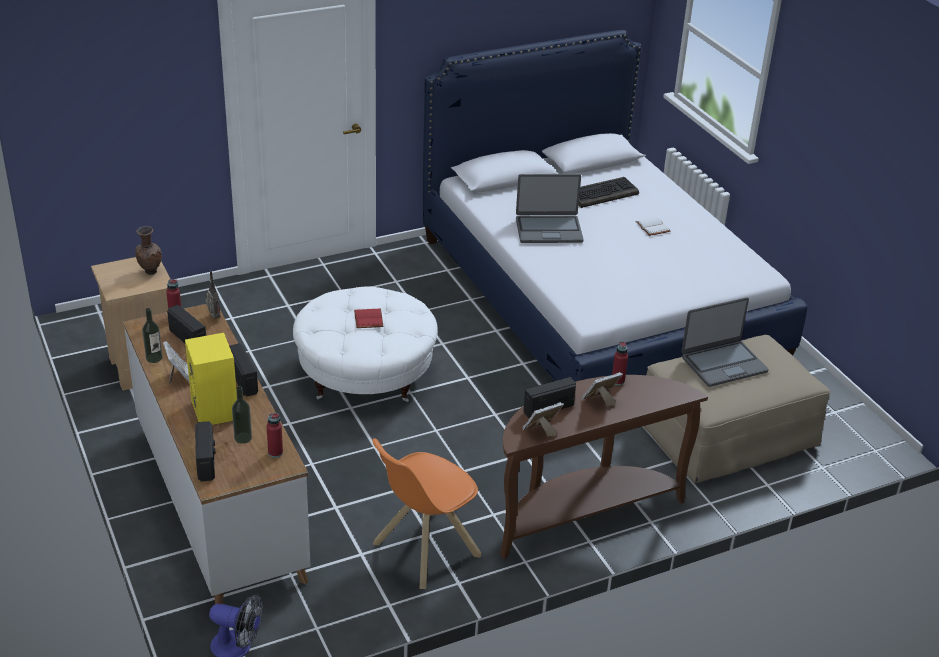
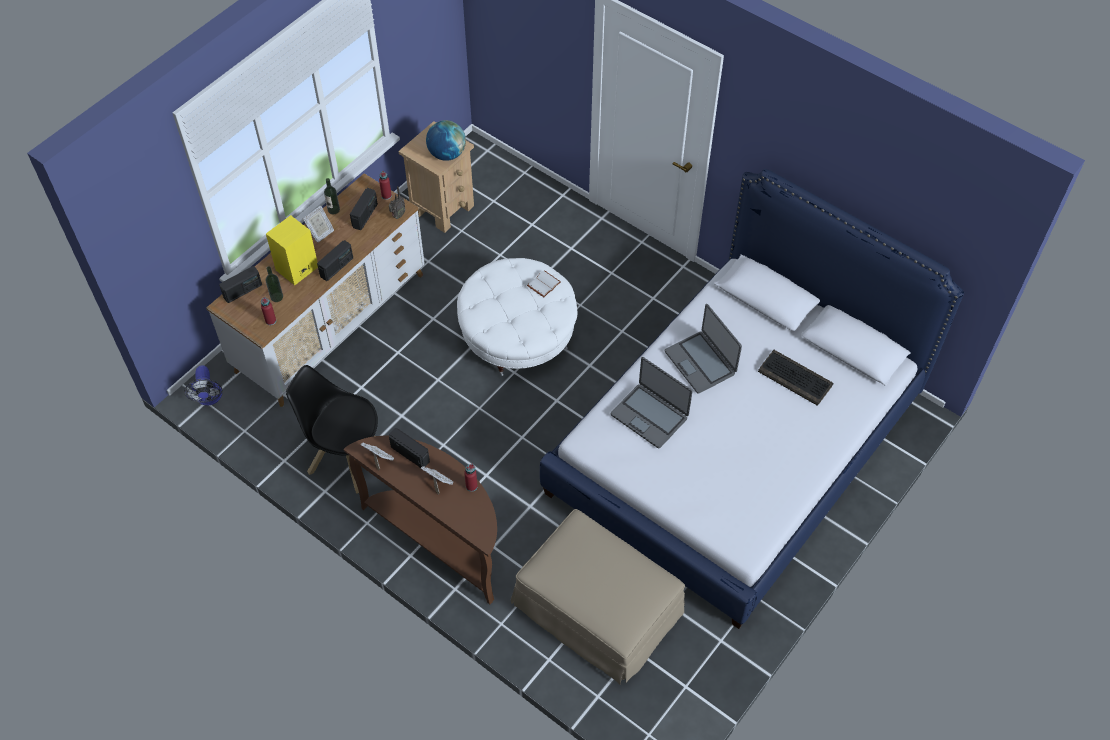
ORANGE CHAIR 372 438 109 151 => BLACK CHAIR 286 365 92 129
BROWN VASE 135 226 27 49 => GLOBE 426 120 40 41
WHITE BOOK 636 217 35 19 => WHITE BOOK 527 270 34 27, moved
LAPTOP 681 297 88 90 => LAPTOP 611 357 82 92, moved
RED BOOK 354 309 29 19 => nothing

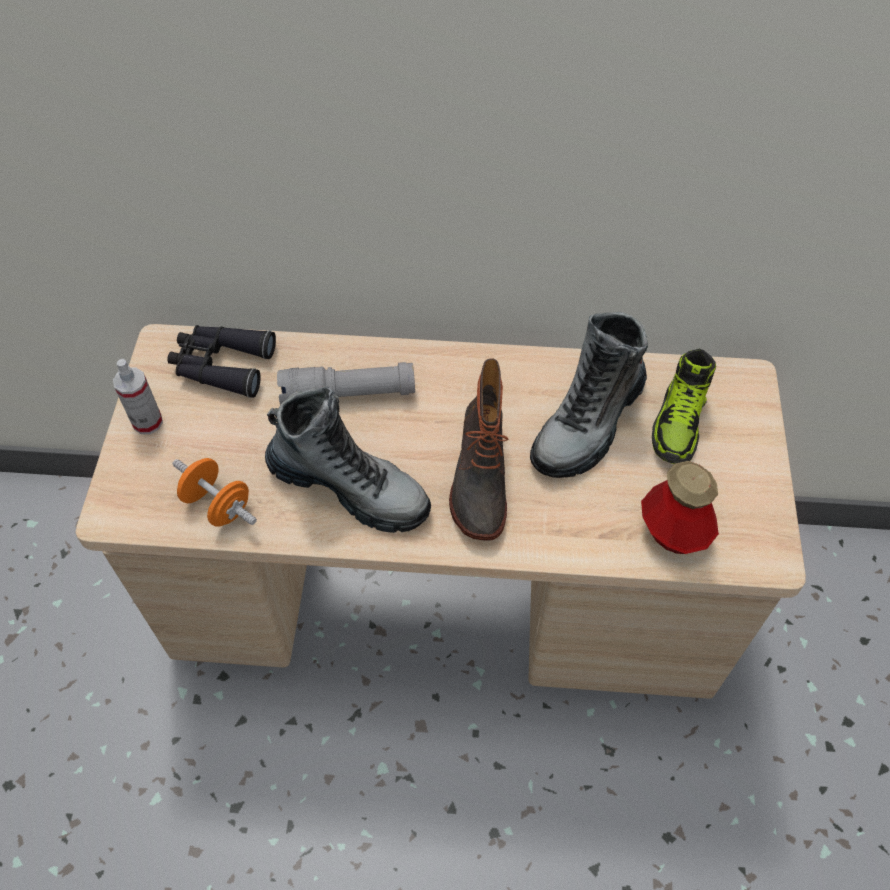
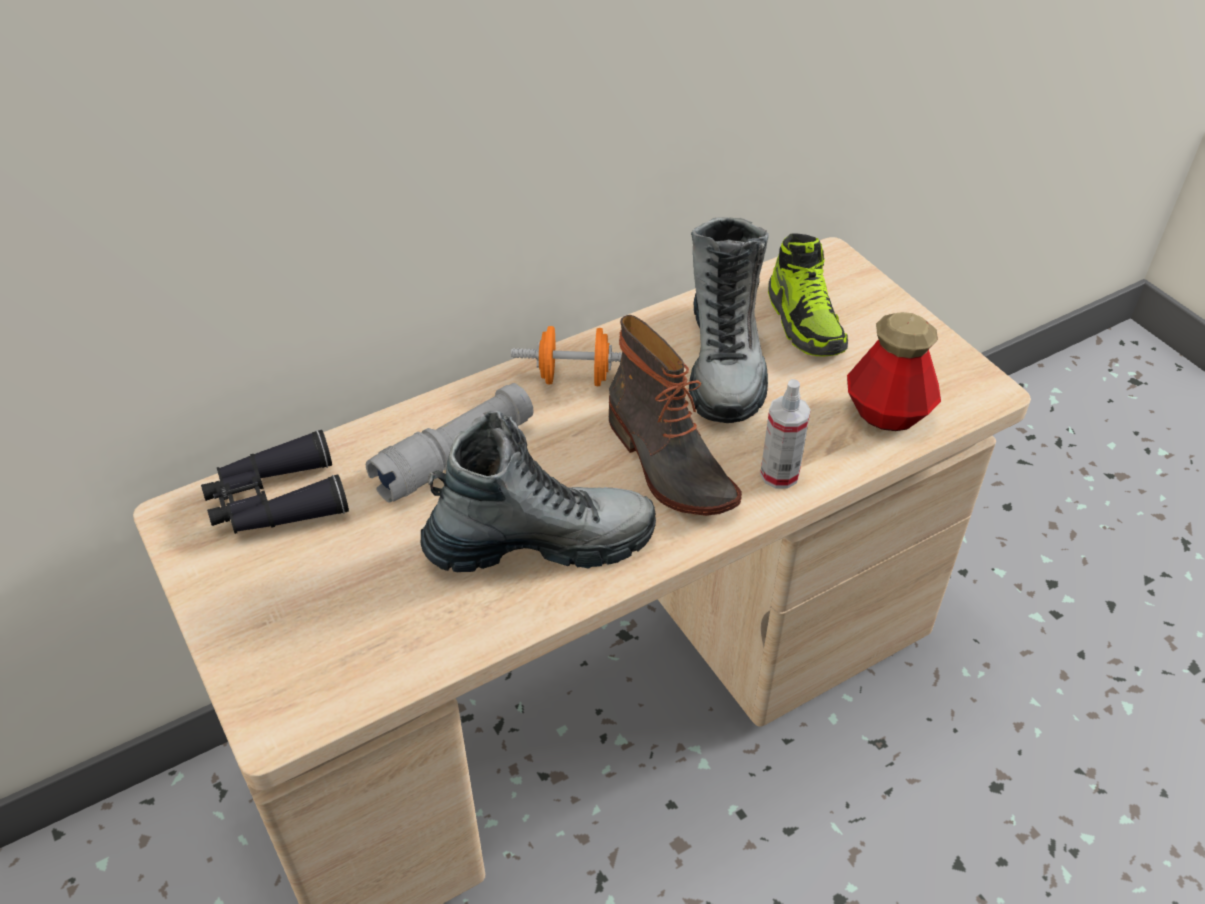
ORANGE DUMBBELL 172 458 85 69 => ORANGE DUMBBELL 511 326 111 60, moved
SPRAY BOTTLE 113 359 50 75 => SPRAY BOTTLE 760 379 51 110, moved

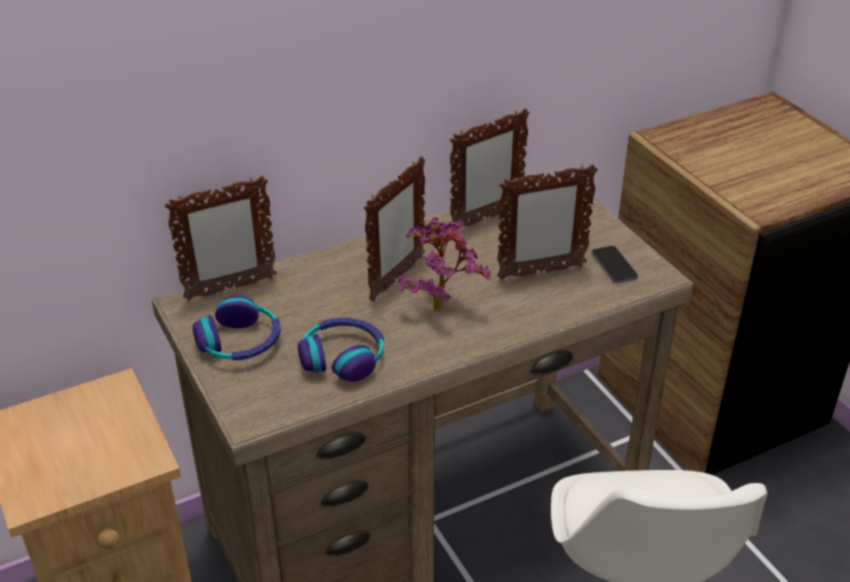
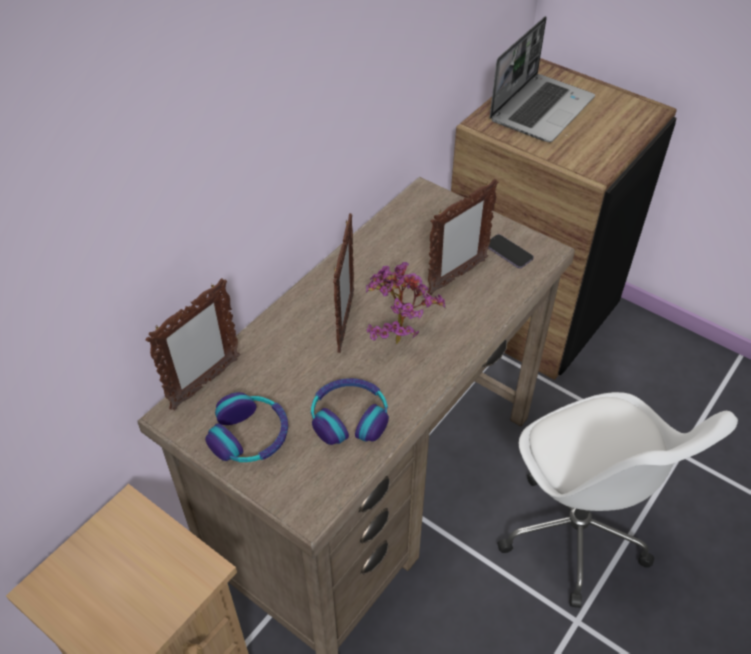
nothing => LAPTOP 490 16 105 126
PICTURE FRAME 450 108 80 118 => nothing

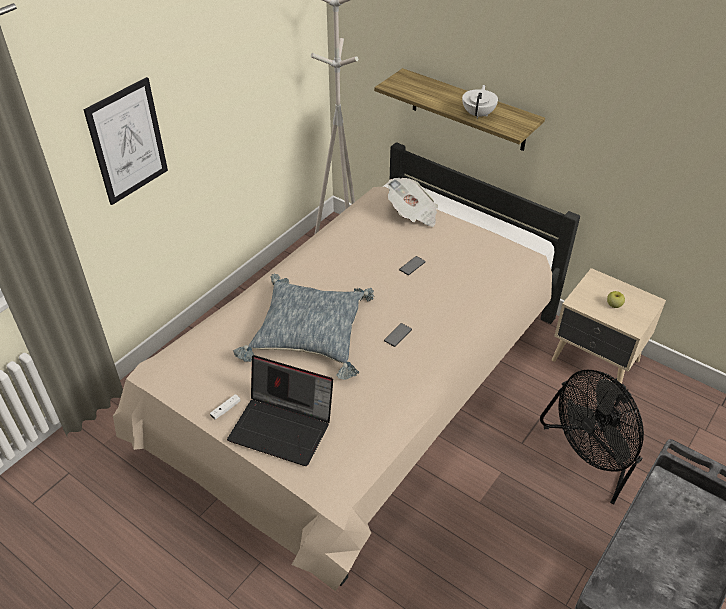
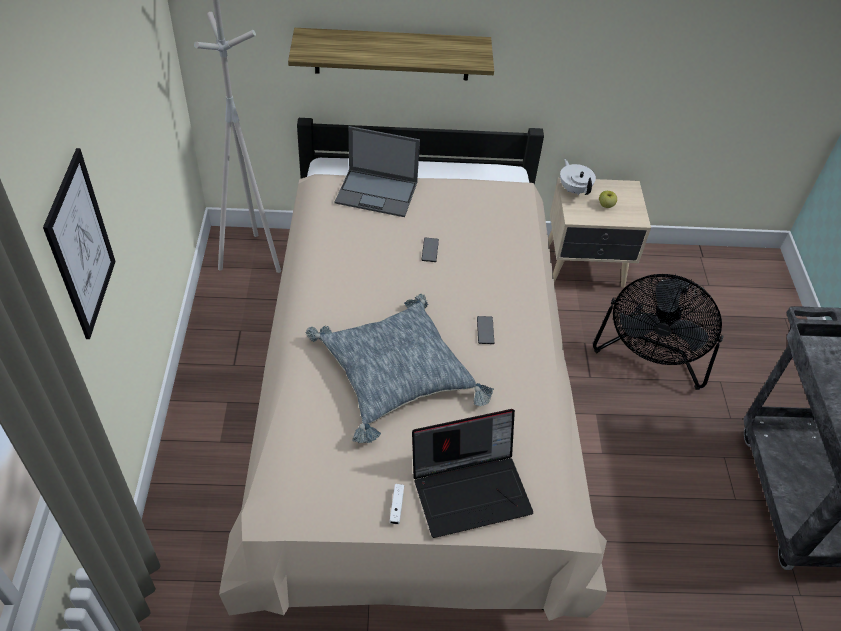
NEWSPAPER 388 178 50 49 => LAPTOP 335 126 85 91
WHITE TEAPOT 462 85 36 34 => WHITE TEAPOT 560 159 36 36, moved

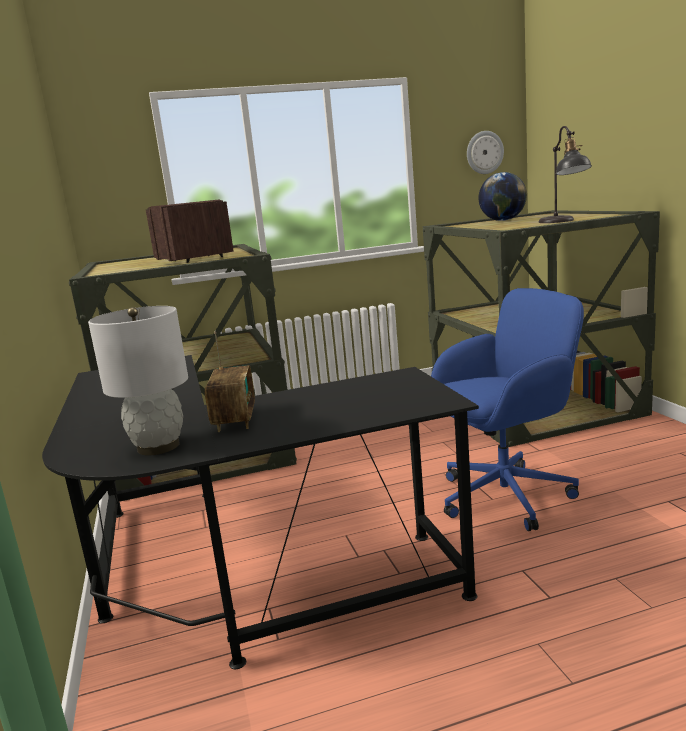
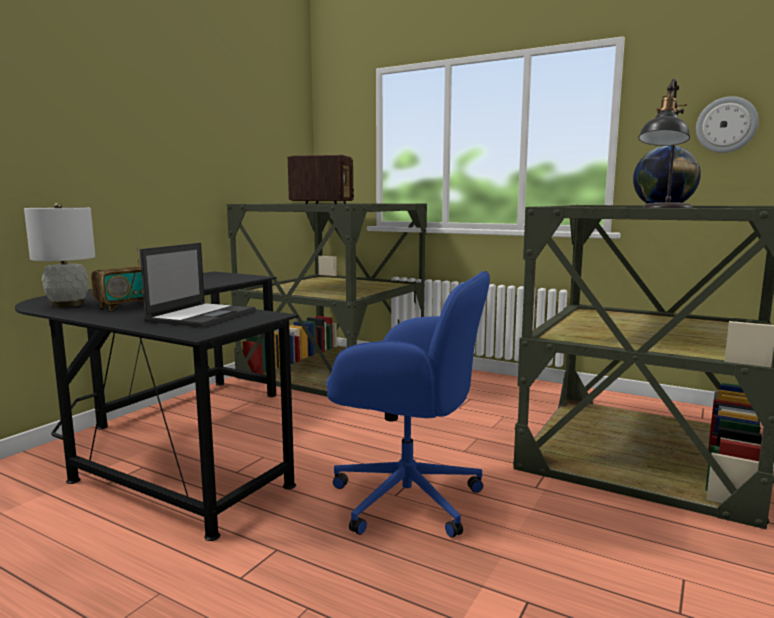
nothing => LAPTOP 139 243 117 84

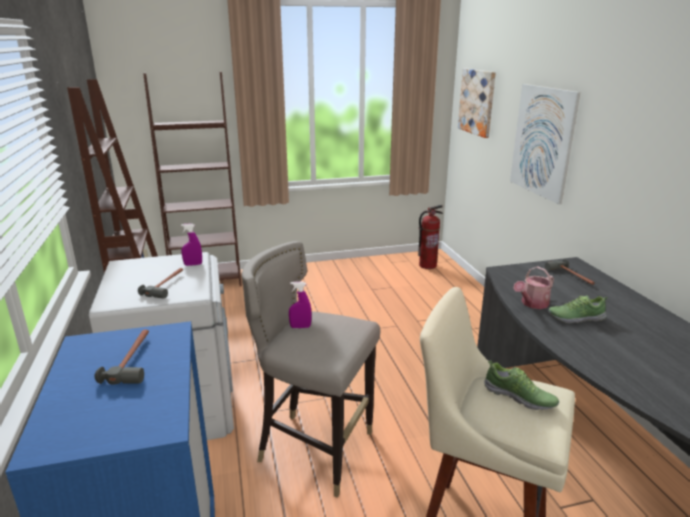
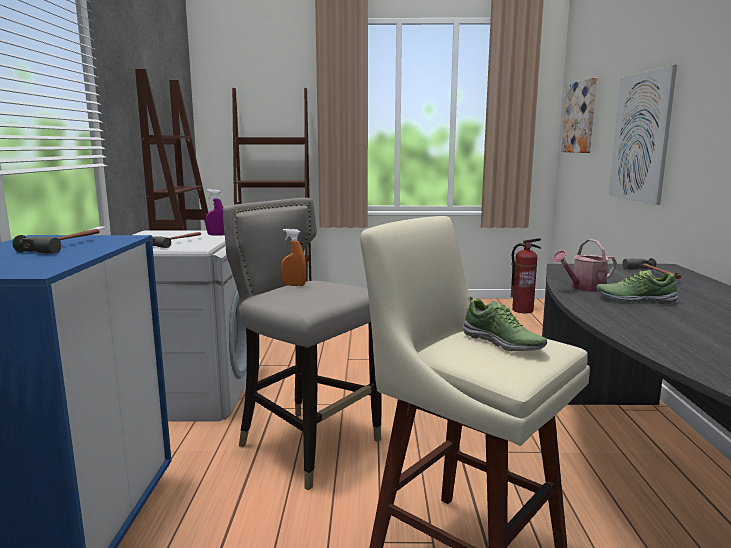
PURPLE SPRAY BOTTLE 289 281 23 47 => ORANGE SPRAY BOTTLE 281 229 25 57

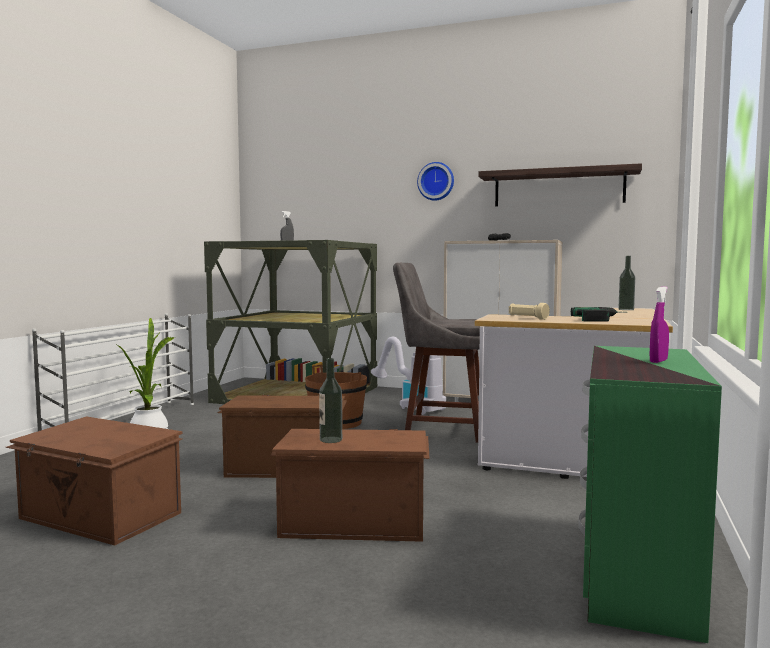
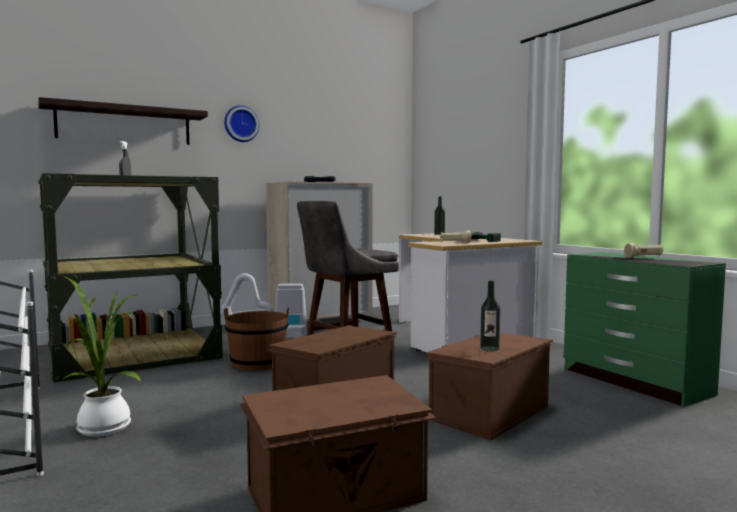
SHELF 478 163 164 43 => SHELF 38 97 170 48, moved
PURPLE SPRAY BOTTLE 650 286 19 77 => BEIGE FLASHLIGHT 624 243 39 15

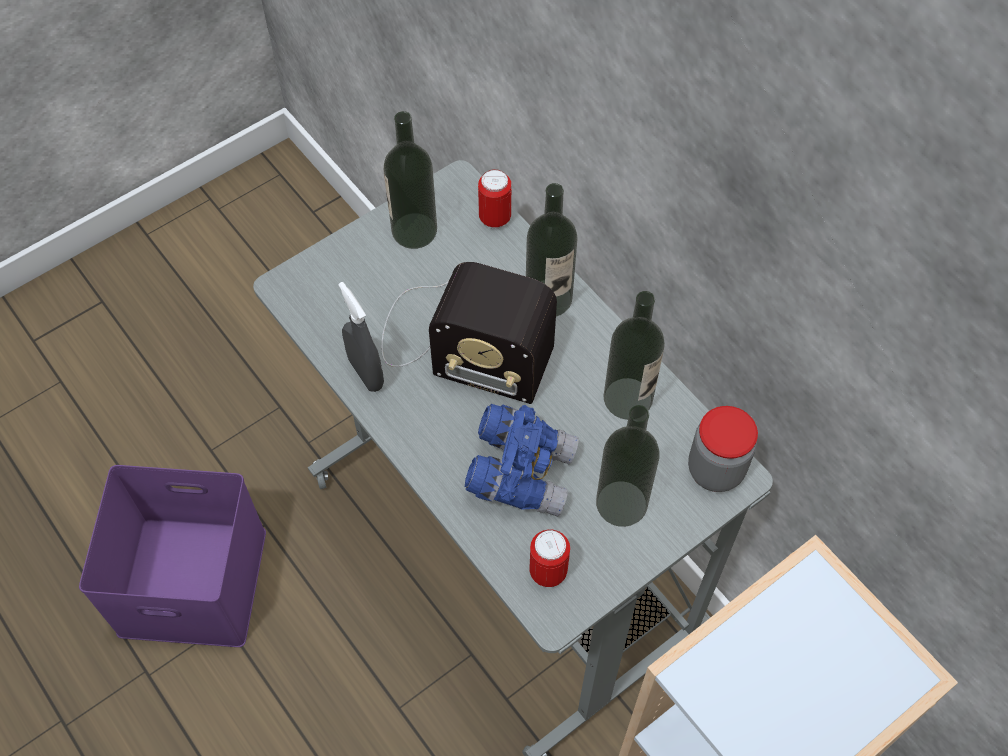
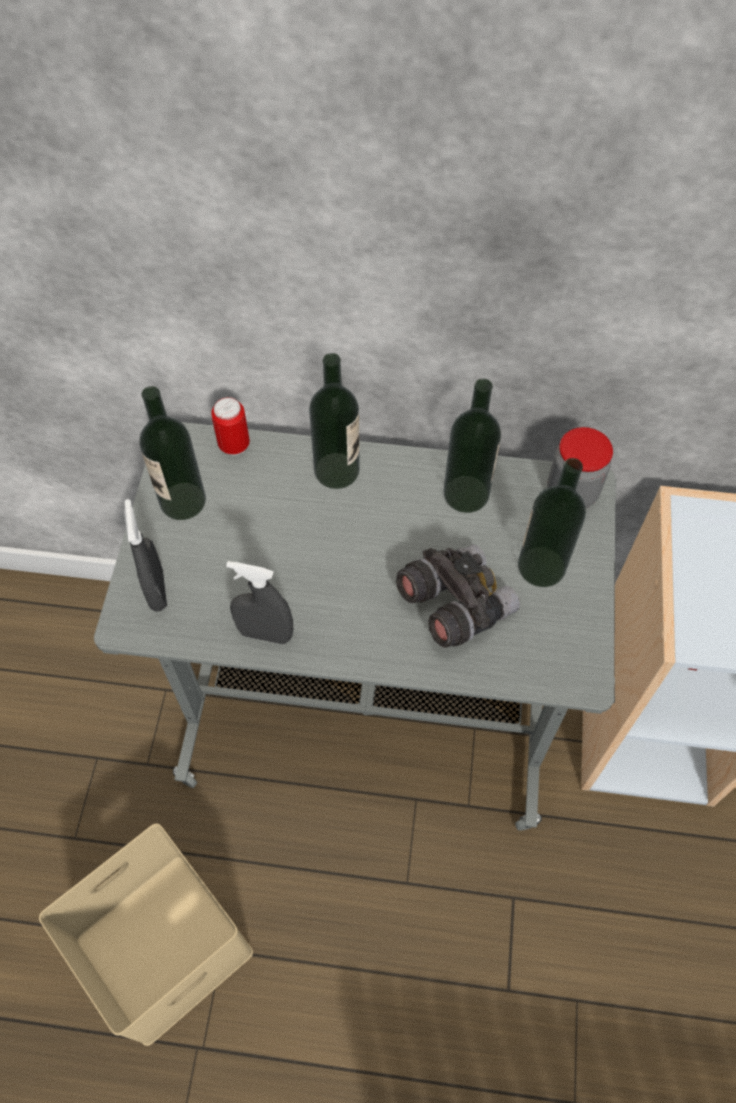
PURPLE STORAGE BOX 79 465 187 182 => BEIGE STORAGE BOX 39 824 214 222
nothing => GREY SPRAY BOTTLE 124 499 43 113
BLUE BINOCULARS 465 404 114 113 => GREY BINOCULARS 396 544 124 104
RADIO 381 262 176 142 => nothing
CAN 530 529 40 58 => nothing

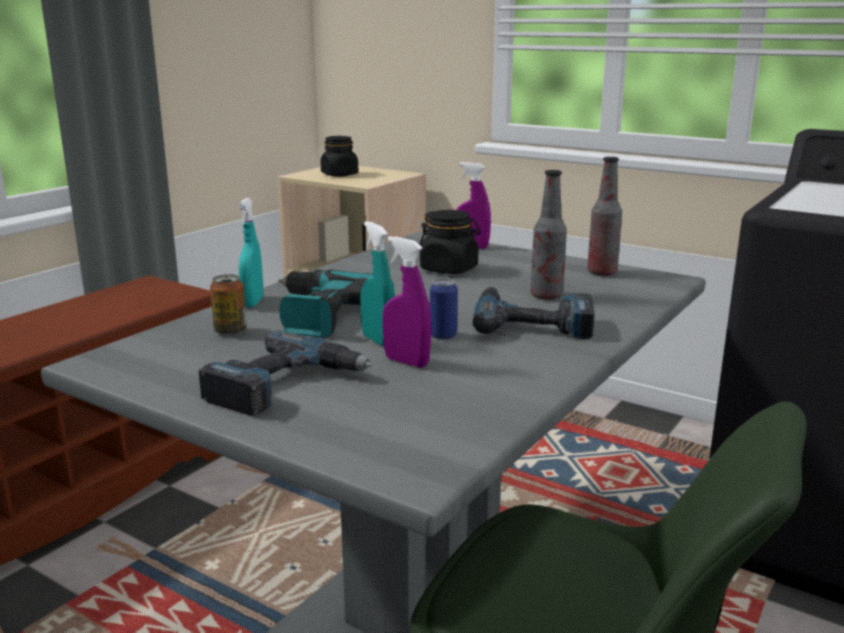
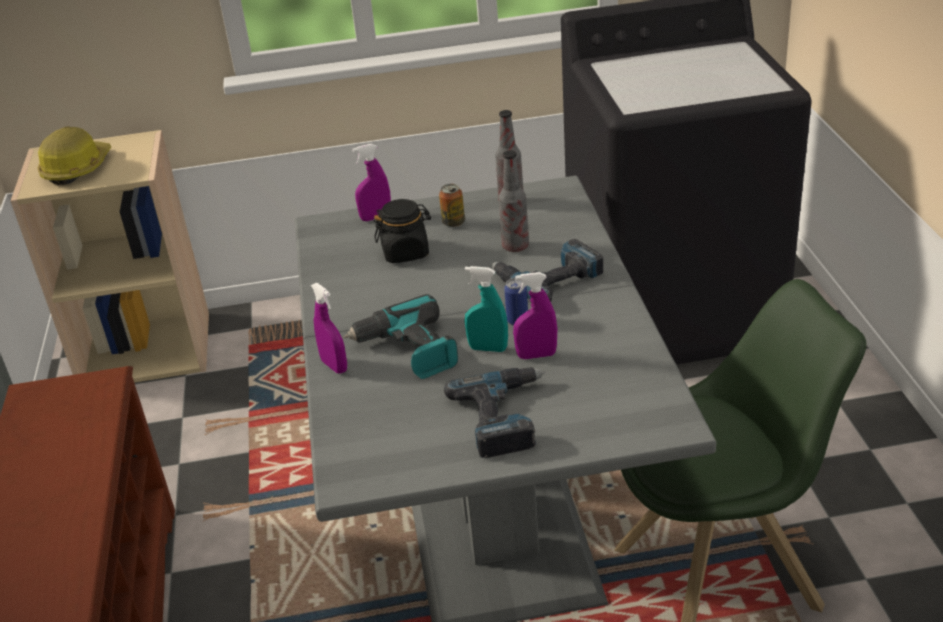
BLACK JAR 321 136 37 41 => HARD HAT 38 126 73 59
TURQUOISE SPRAY BOTTLE 238 198 25 109 => PURPLE SPRAY BOTTLE 311 282 36 92
CAN 210 274 37 62 => CAN 439 184 26 43, moved

